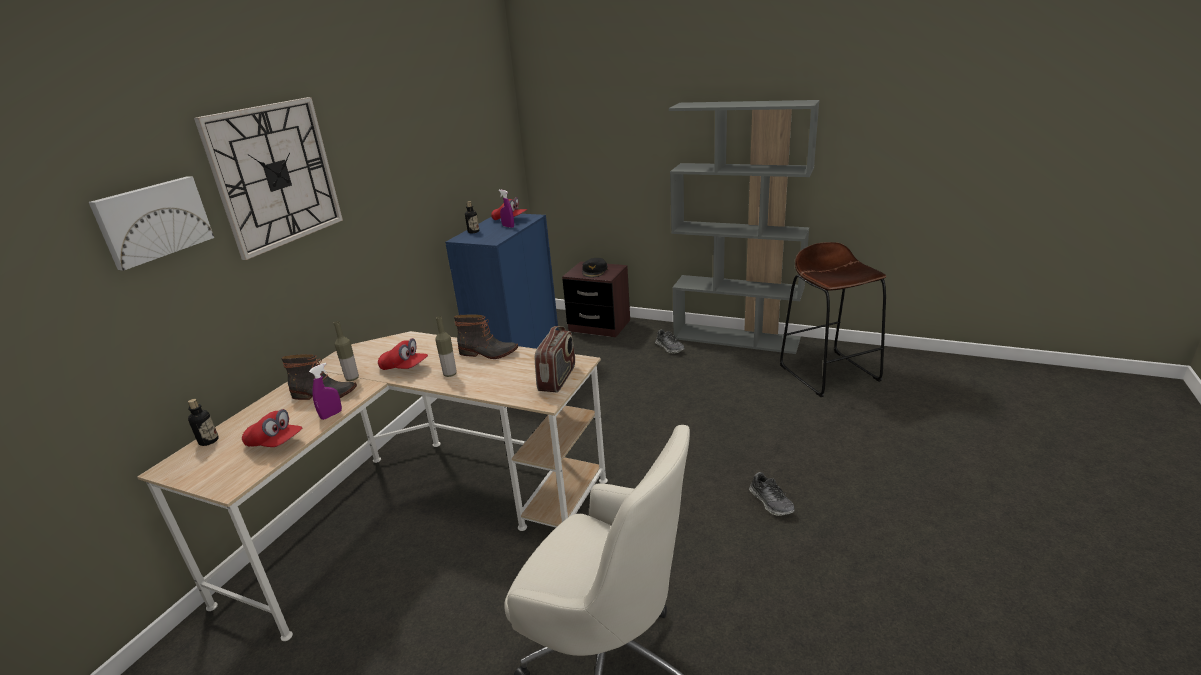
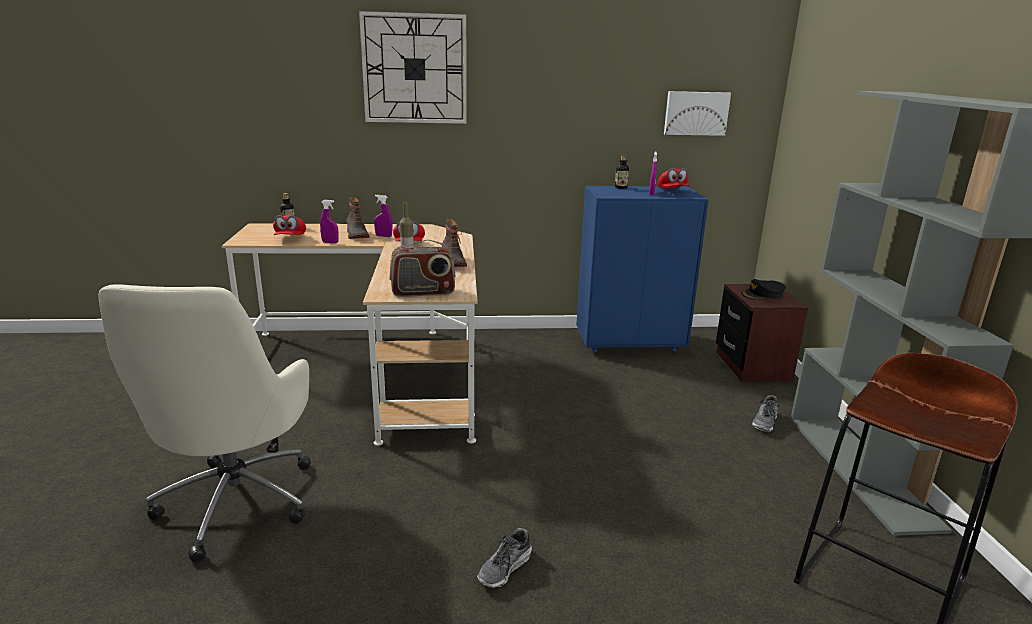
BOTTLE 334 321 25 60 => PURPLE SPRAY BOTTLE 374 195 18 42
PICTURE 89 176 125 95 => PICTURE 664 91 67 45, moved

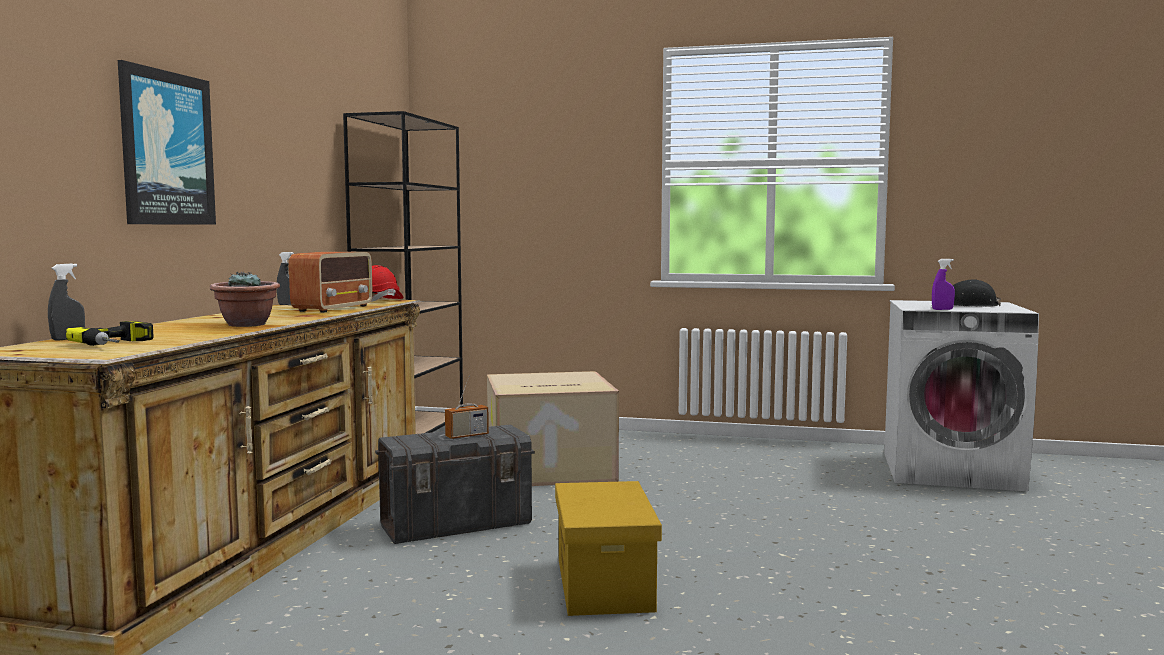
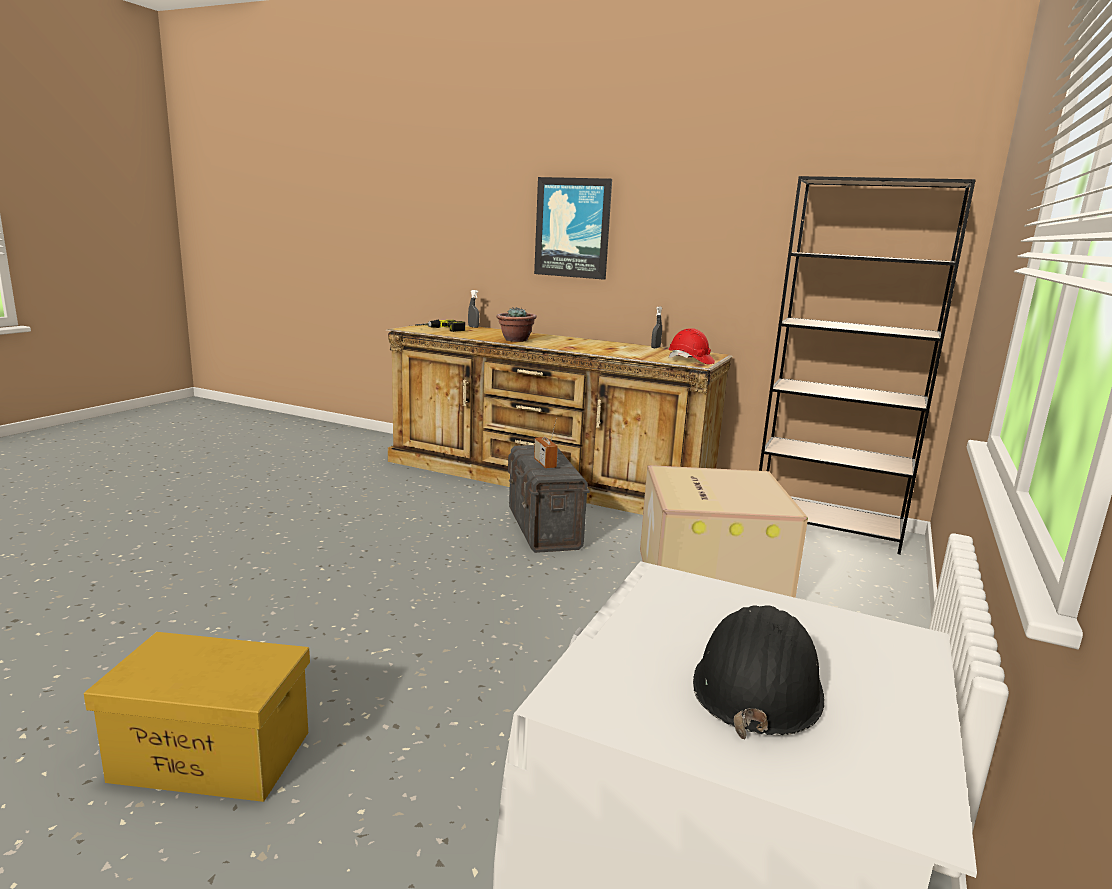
YELLOW STORAGE BOX 555 481 107 135 => YELLOW STORAGE BOX 84 632 226 170, moved
RADIO 289 252 84 61 => nothing
PURPLE SPRAY BOTTLE 932 259 23 51 => nothing

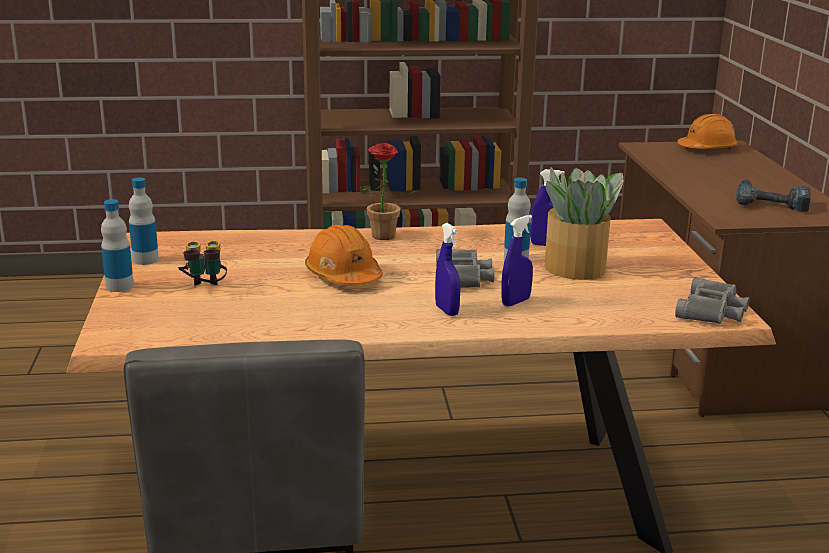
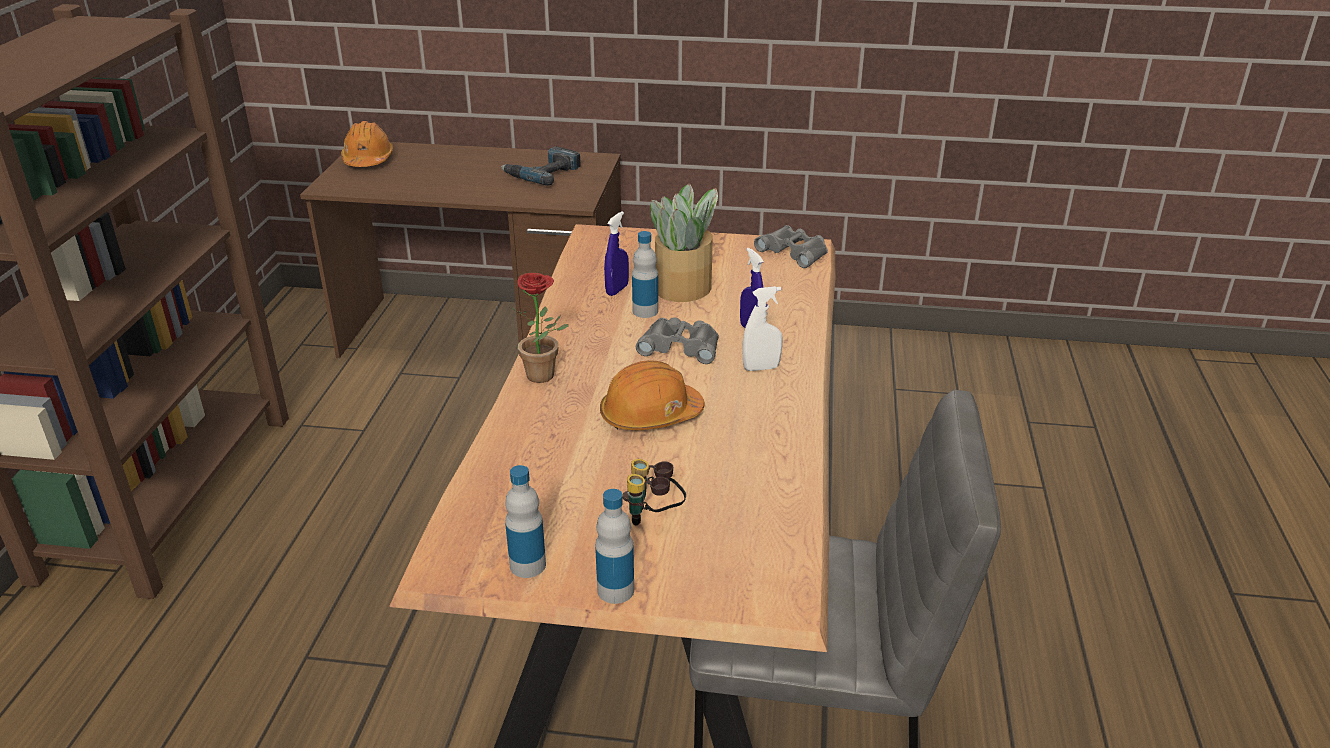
BLUE SPRAY BOTTLE 435 223 25 93 => WHITE SPRAY BOTTLE 742 286 41 85

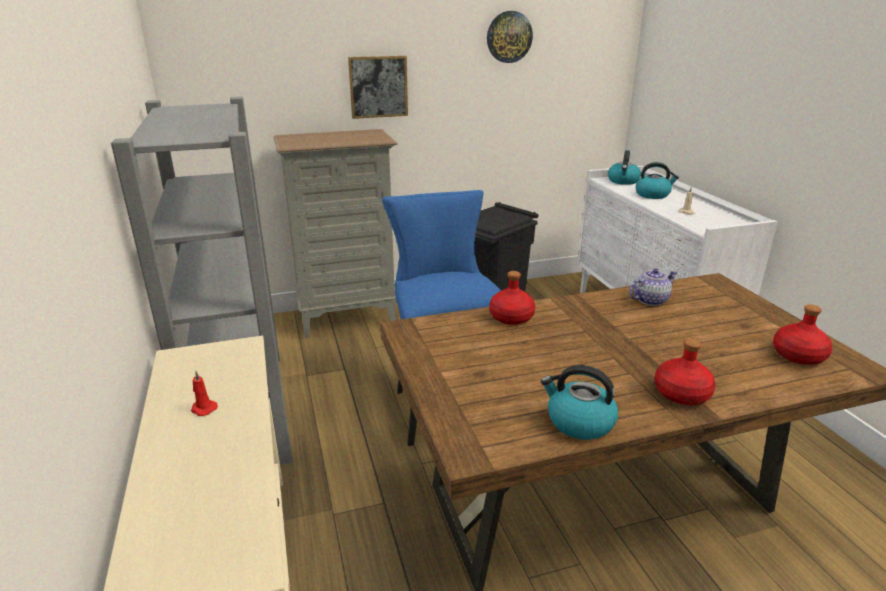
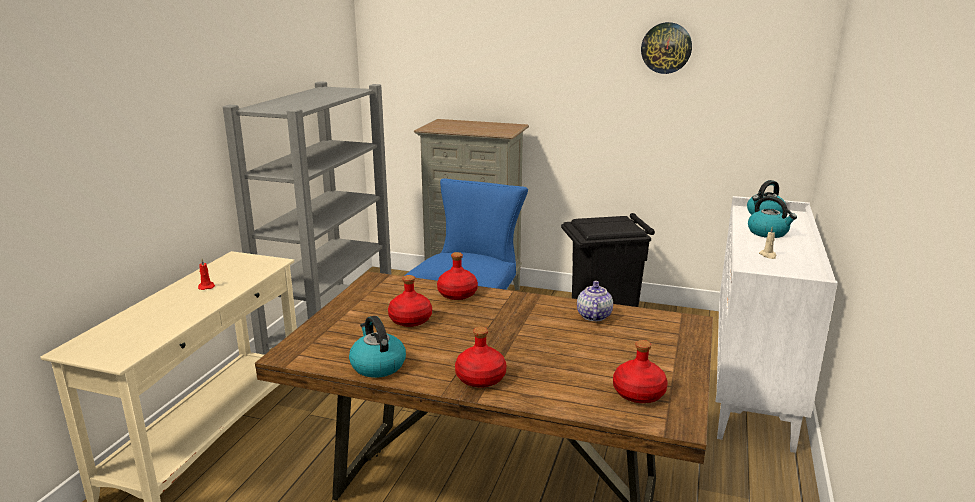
nothing => RED BOTTLE 388 275 44 52
TEAPOT 629 268 49 38 => TEAPOT 577 281 36 40, 90 degrees counterclockwise
PICTURE 348 56 60 63 => nothing

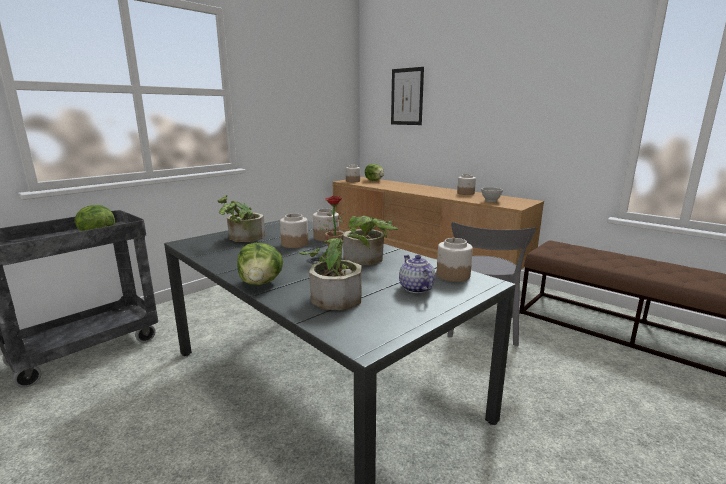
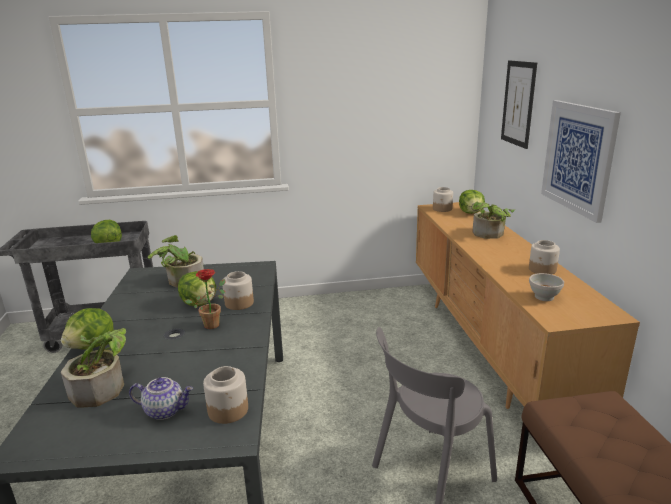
TEAPOT 399 255 36 38 => TEAPOT 129 377 64 43, 75 degrees clockwise
JAR 280 214 29 34 => LETTUCE 178 271 38 35
POTTED PLANT 343 216 56 49 => POTTED PLANT 472 201 43 38, moved
nothing => PICTURE 541 100 80 123

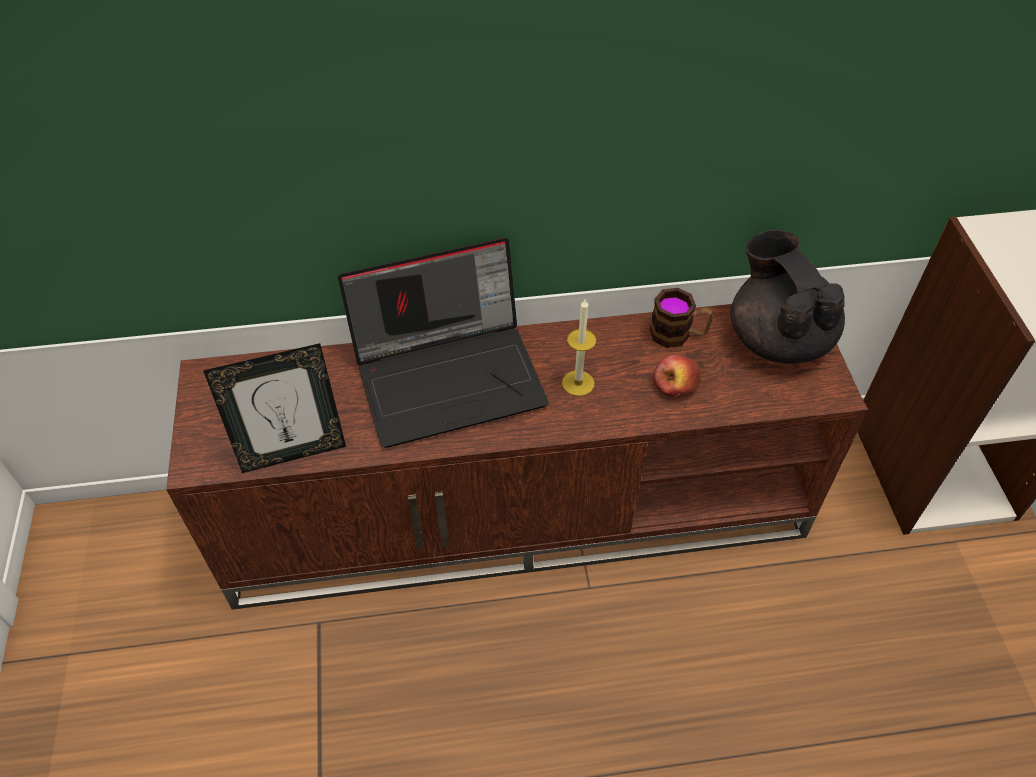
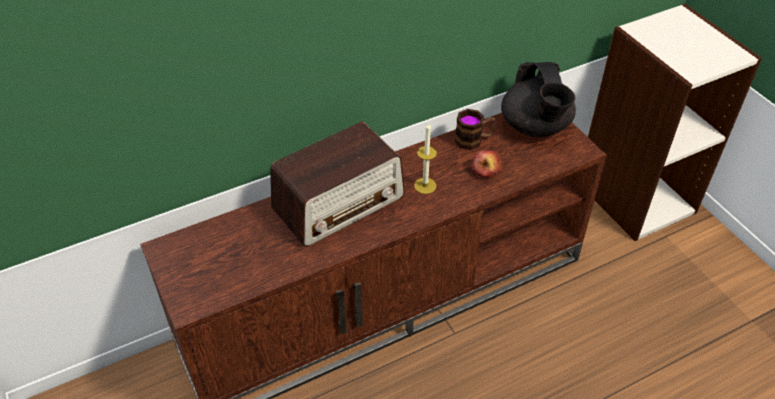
LAPTOP 338 238 210 210 => RADIO 270 122 135 125
BLACK TEAPOT 730 230 115 134 => BLACK TEAPOT 501 62 75 75, 150 degrees counterclockwise
PICTURE FRAME 203 343 143 130 => nothing

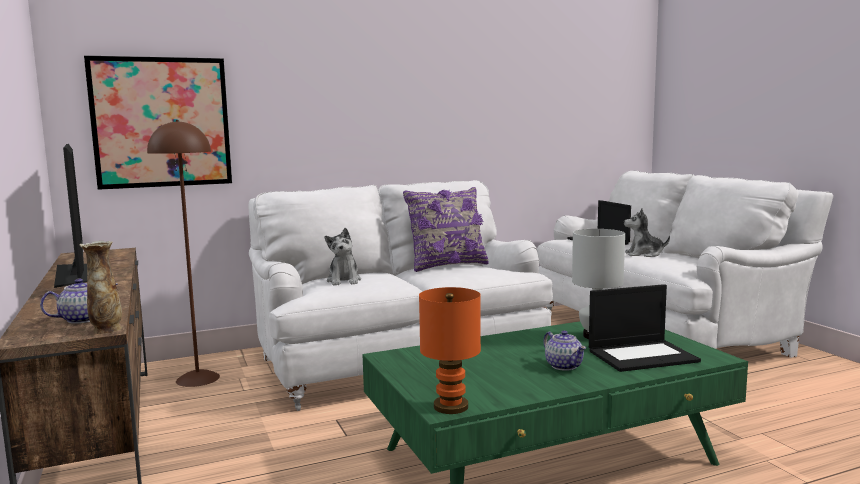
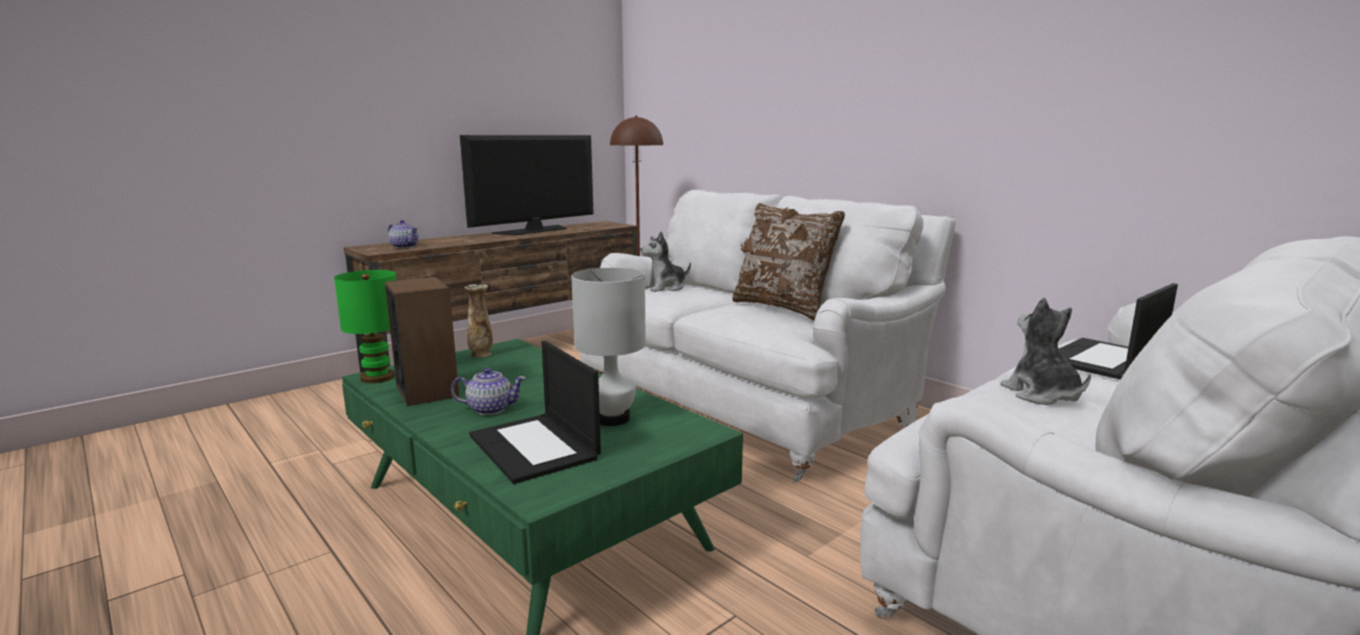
ORANGE TABLE LAMP 419 287 62 127 => GREEN TABLE LAMP 334 270 62 113
nothing => SPEAKER 385 277 74 129
TEAPOT 544 330 42 41 => TEAPOT 451 368 75 47, 135 degrees counterclockwise
VASE 80 241 42 93 => VASE 464 284 29 74, moved
PURPLE PILLOW 403 187 86 85 => BROWN PILLOW 732 203 113 118
PICTURE 84 56 148 134 => nothing

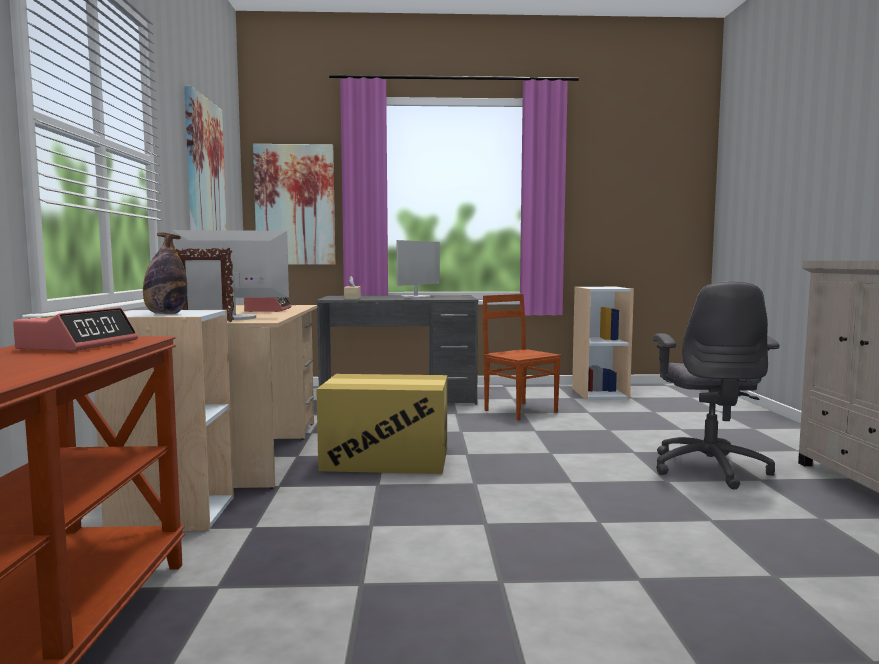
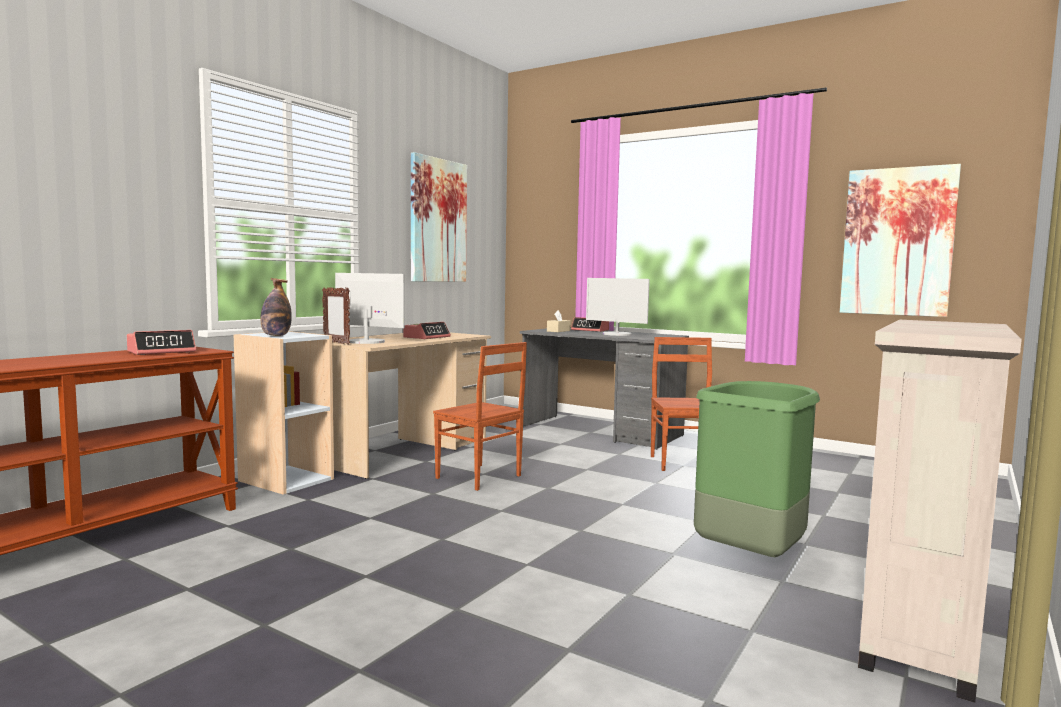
CARDBOARD BOX 316 374 131 100 => BROWN CHAIR 433 342 94 149
nothing => ALARM CLOCK 571 317 38 15
MONITOR 397 240 43 58 => MONITOR 586 278 64 58, 60 degrees clockwise
GREY OFFICE CHAIR 653 281 126 209 => GREEN TRASH CAN 694 381 126 176
PICTURE 253 144 82 121 => PICTURE 840 164 121 153, moved
BOOKCASE 572 287 62 112 => nothing

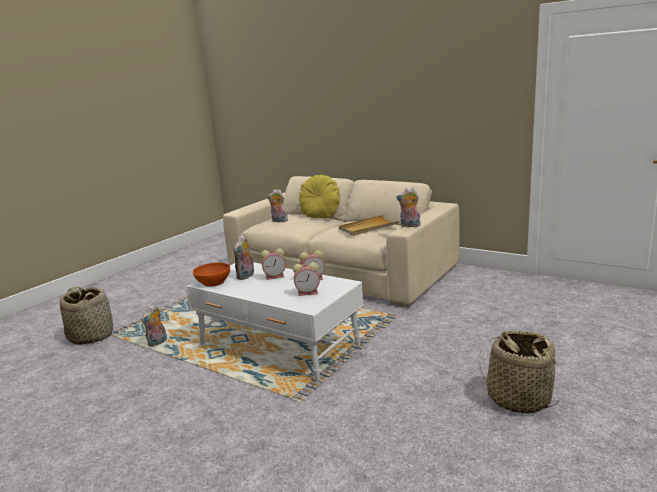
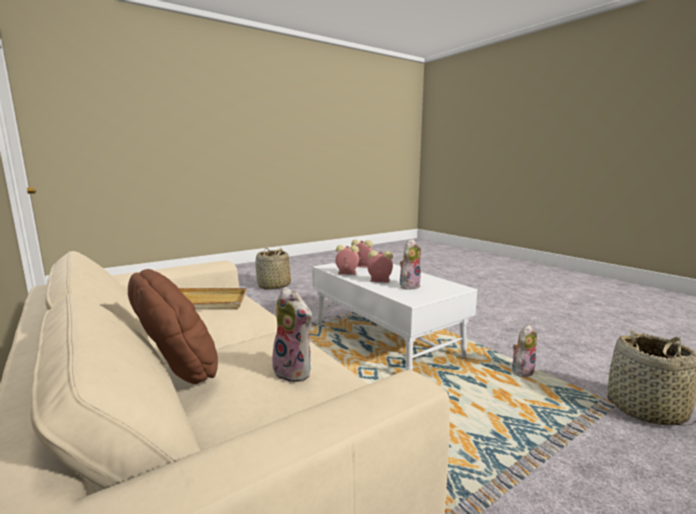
YELLOW PILLOW 299 175 41 43 => BROWN PILLOW 128 269 90 115
ORANGE BOWL 193 263 37 24 => nothing
PLUSH TOY 396 188 25 39 => nothing

